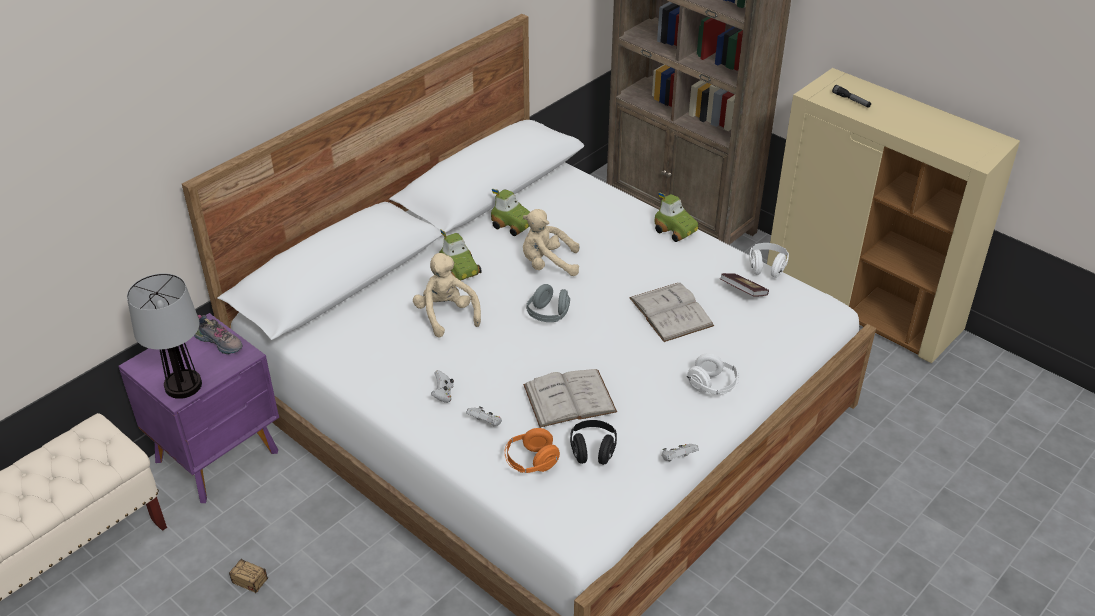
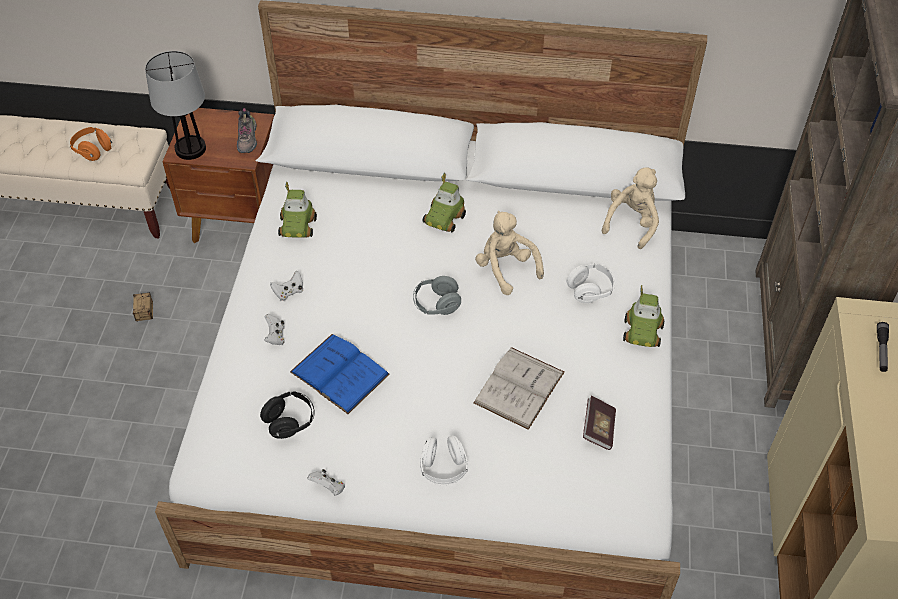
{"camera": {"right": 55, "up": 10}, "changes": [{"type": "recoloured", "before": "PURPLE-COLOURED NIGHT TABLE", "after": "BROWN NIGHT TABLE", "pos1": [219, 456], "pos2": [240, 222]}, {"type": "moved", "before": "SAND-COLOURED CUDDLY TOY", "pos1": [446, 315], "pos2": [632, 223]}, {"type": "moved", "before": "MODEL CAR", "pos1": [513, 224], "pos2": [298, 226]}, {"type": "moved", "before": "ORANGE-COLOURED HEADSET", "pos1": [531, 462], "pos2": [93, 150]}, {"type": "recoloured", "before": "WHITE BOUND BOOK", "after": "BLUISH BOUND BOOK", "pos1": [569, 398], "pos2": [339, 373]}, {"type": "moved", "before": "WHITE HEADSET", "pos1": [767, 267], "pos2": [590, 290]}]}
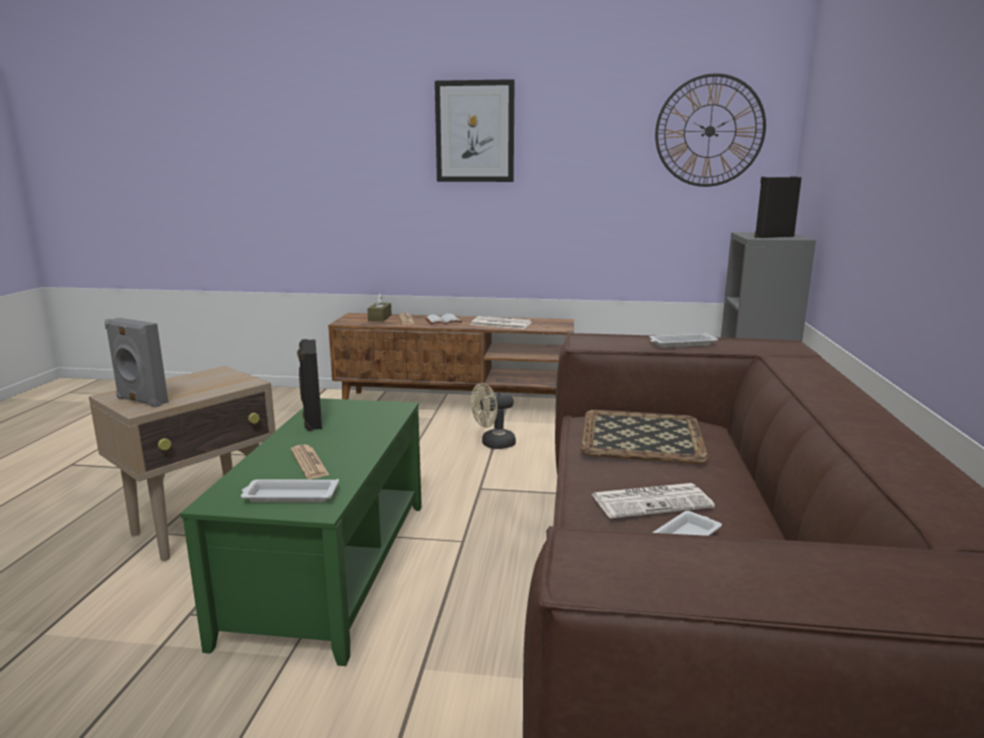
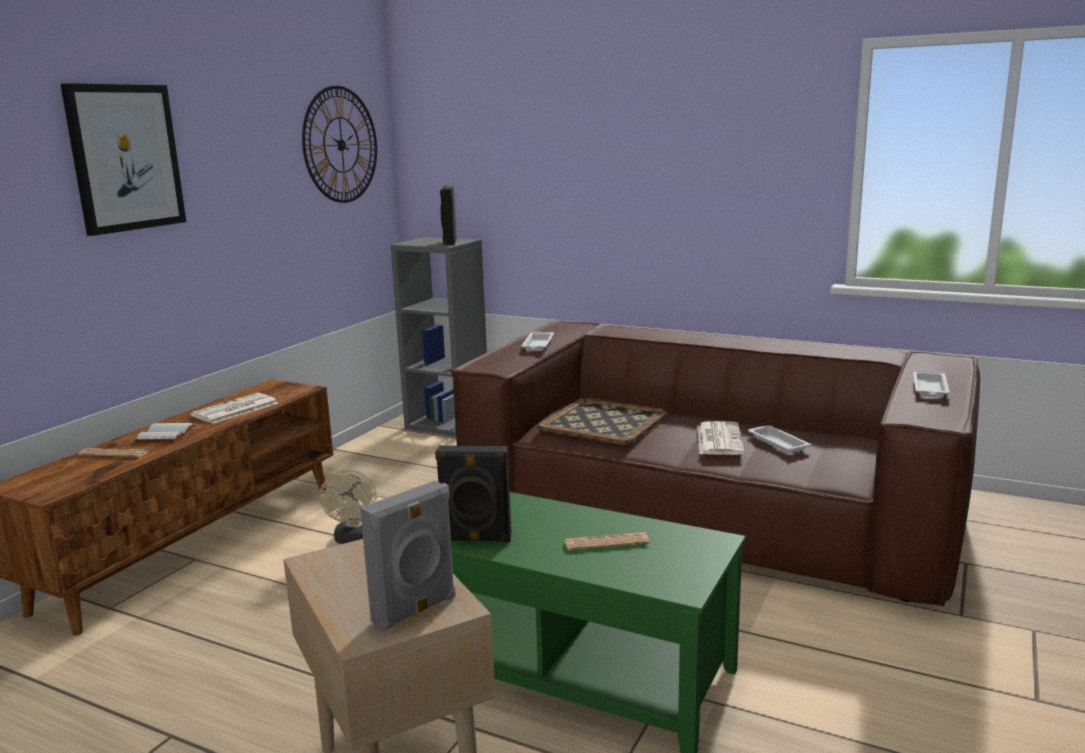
{"camera": {"right": -70, "up": 0}, "changes": [{"type": "moved", "before": "WHITE SERVING TRAY", "pos1": [289, 496], "pos2": [929, 388]}, {"type": "removed", "before": "BROWN TISSUE HOLDER", "pos1": [380, 318]}]}
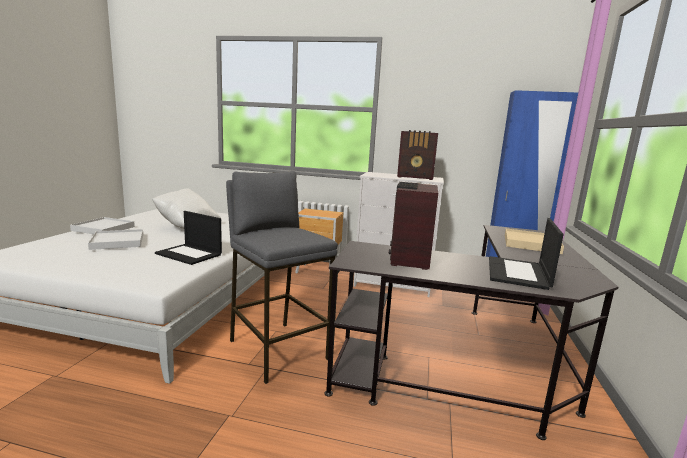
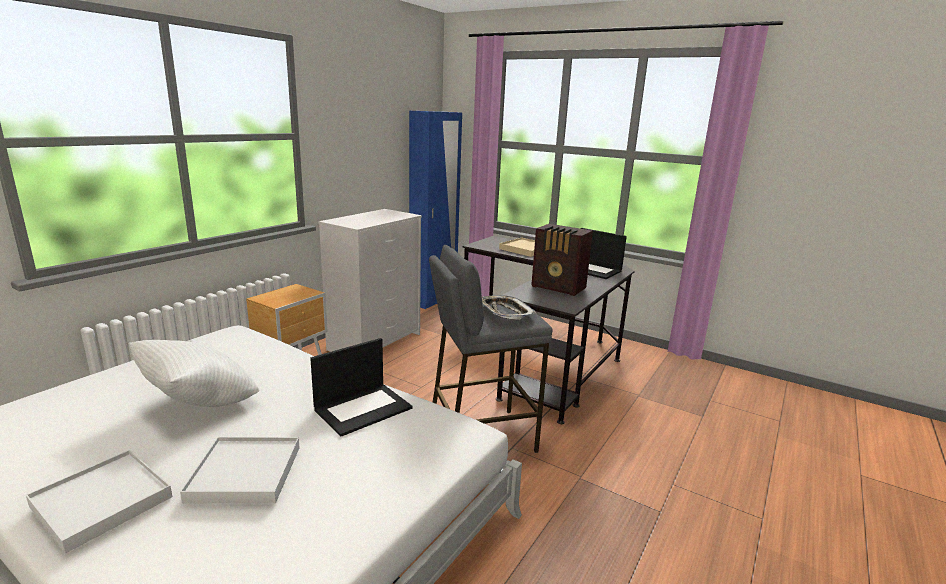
{"camera": {"right": -70, "up": 5}, "changes": [{"type": "removed", "before": "RADIO SET", "pos1": [416, 177]}, {"type": "added", "after": "SERVING TRAY", "pos2": [504, 311]}]}
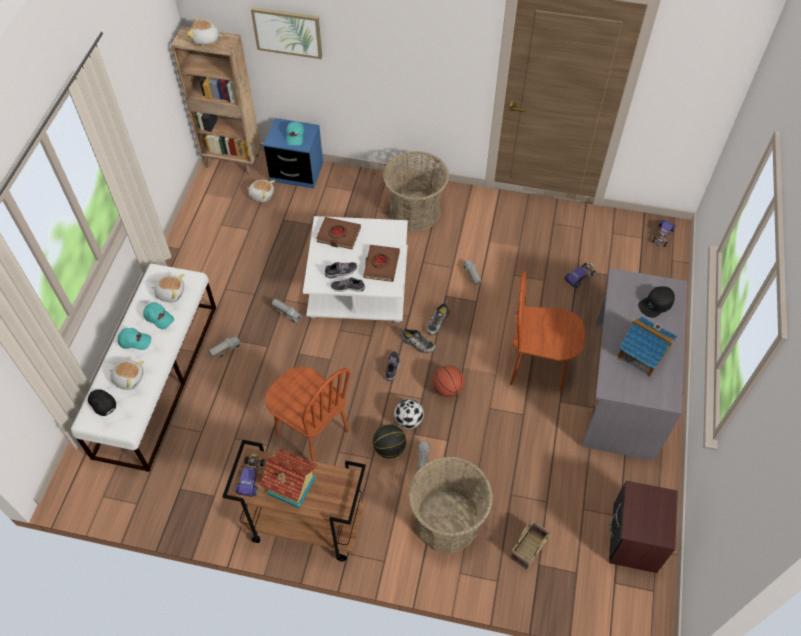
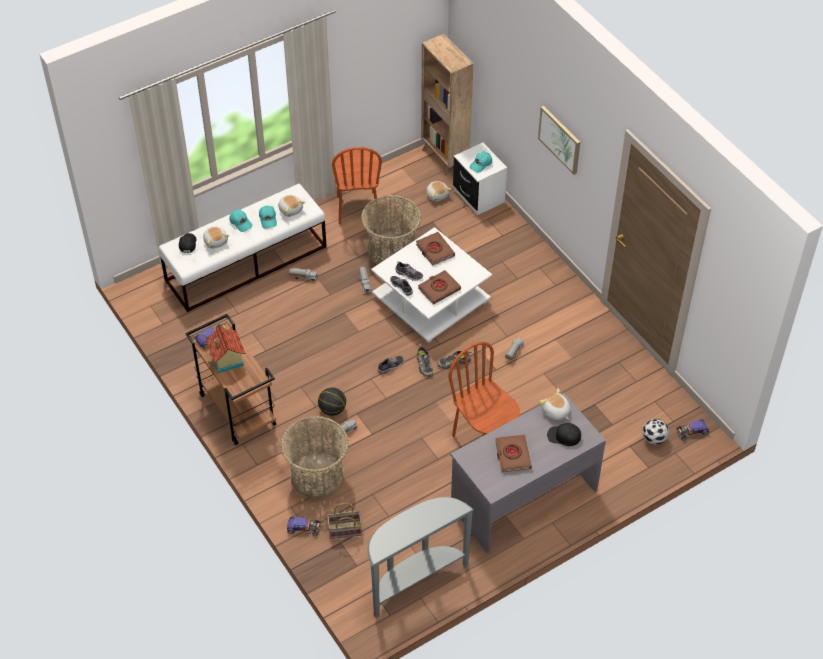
{"camera": {"right": 45, "up": -5}, "changes": [{"type": "moved", "before": "CUDDLY TOY", "pos1": [206, 39], "pos2": [555, 412]}, {"type": "moved", "before": "WALL PICTURE", "pos1": [287, 32], "pos2": [560, 139]}, {"type": "recoloured", "before": "BLUISH NIGHT TABLE", "after": "WHITE NIGHT TABLE", "pos1": [297, 172], "pos2": [479, 196]}, {"type": "moved", "before": "BROWN CHAIR", "pos1": [312, 433], "pos2": [357, 208]}, {"type": "moved", "before": "BASKET", "pos1": [415, 211], "pos2": [391, 250]}, {"type": "moved", "before": "FOOTBALL BALL", "pos1": [408, 420], "pos2": [654, 439]}, {"type": "removed", "before": "BASKETBALL", "pos1": [447, 389]}, {"type": "moved", "before": "MODEL CAR", "pos1": [580, 277], "pos2": [303, 528]}, {"type": "replaced", "before": "BROWN NIGHT TABLE", "after": "GREY HALL TABLE", "pos1": [634, 539], "pos2": [414, 580]}, {"type": "replaced", "before": "MODEL HOUSE", "after": "BROWN BOUND BOOK", "pos1": [642, 354], "pos2": [512, 455]}]}
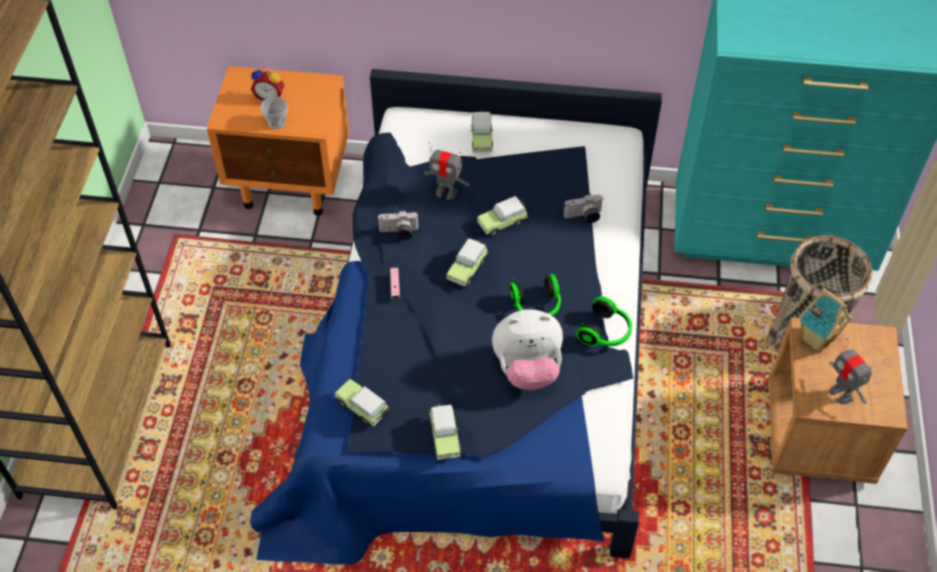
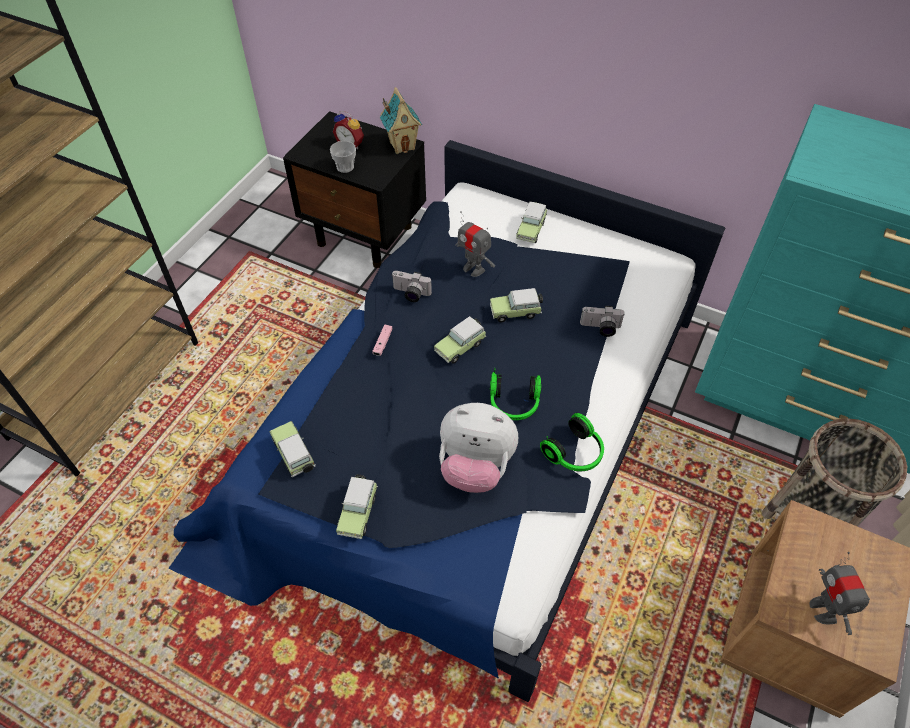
{"camera": {"right": 20, "up": 0}, "changes": [{"type": "recoloured", "before": "ORANGE-COLOURED NIGHT TABLE", "after": "BLACK NIGHT TABLE", "pos1": [292, 184], "pos2": [366, 235]}, {"type": "moved", "before": "MODEL HOUSE", "pos1": [816, 339], "pos2": [402, 145]}]}
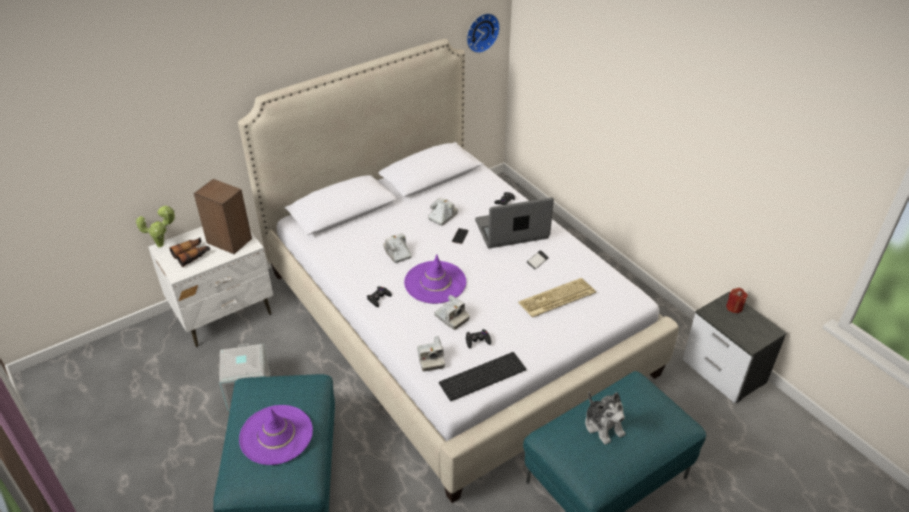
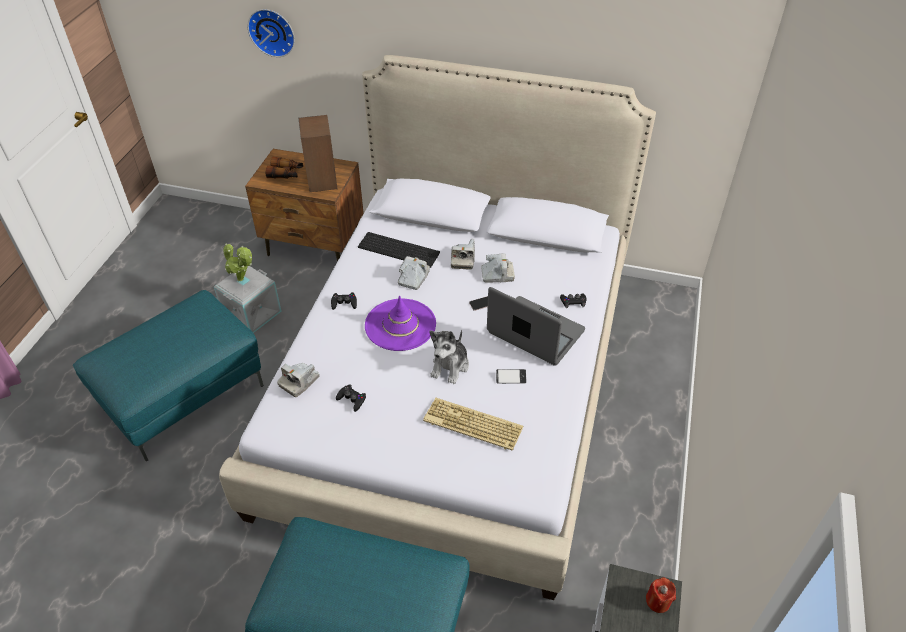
{"camera": {"right": 50, "up": 5}, "changes": [{"type": "moved", "before": "POTTED PLANT", "pos1": [163, 245], "pos2": [242, 280]}, {"type": "recoloured", "before": "WHITE NIGHT TABLE", "after": "BROWN NIGHT TABLE", "pos1": [224, 313], "pos2": [314, 245]}, {"type": "removed", "before": "PURPLE-COLOURED WEARABLE HAT", "pos1": [276, 435]}, {"type": "moved", "before": "STILL CAMERA", "pos1": [451, 318], "pos2": [463, 259]}, {"type": "moved", "before": "KEYBOARD", "pos1": [482, 375], "pos2": [400, 249]}, {"type": "moved", "before": "HANGING CLOCK", "pos1": [481, 32], "pos2": [272, 31]}, {"type": "moved", "before": "CUDDLY TOY", "pos1": [603, 425], "pos2": [450, 366]}]}
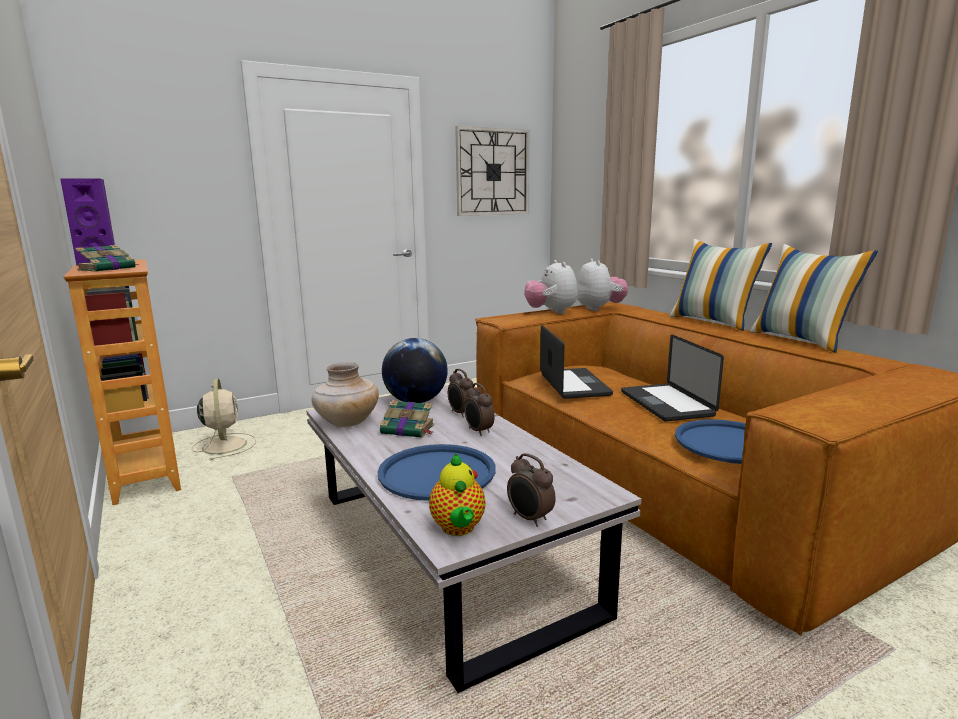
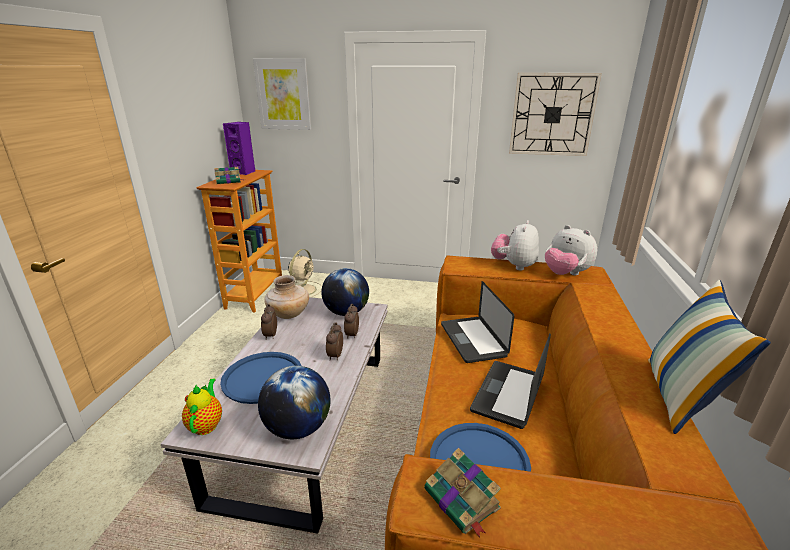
{"camera": {"right": 40, "up": 10}, "changes": [{"type": "moved", "before": "BOUND BOOK", "pos1": [408, 429], "pos2": [462, 500]}, {"type": "turned", "before": "TEA POT", "pos1": [458, 529], "pos2": [206, 424], "turn": 150}, {"type": "moved", "before": "BEDSIDE CLOCK", "pos1": [529, 519], "pos2": [270, 335]}, {"type": "turned", "before": "PORTABLE COMPUTER", "pos1": [574, 384], "pos2": [473, 340], "turn": 135}, {"type": "turned", "before": "CUDDLY TOY", "pos1": [599, 309], "pos2": [565, 274], "turn": 105}, {"type": "removed", "before": "THROW PILLOW", "pos1": [713, 322]}, {"type": "added", "after": "WALL PICTURE", "pos2": [283, 94]}, {"type": "added", "after": "DESK GLOBE", "pos2": [298, 428]}]}
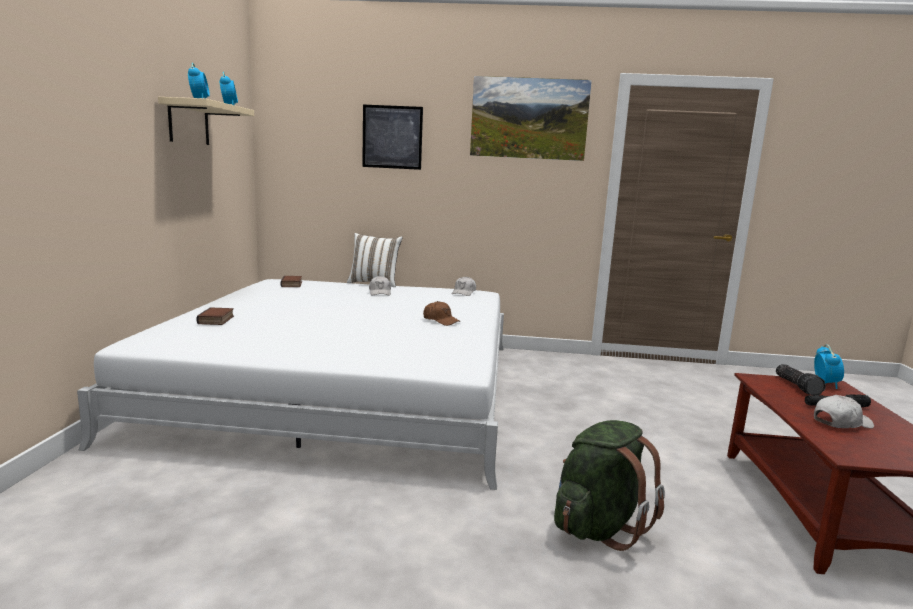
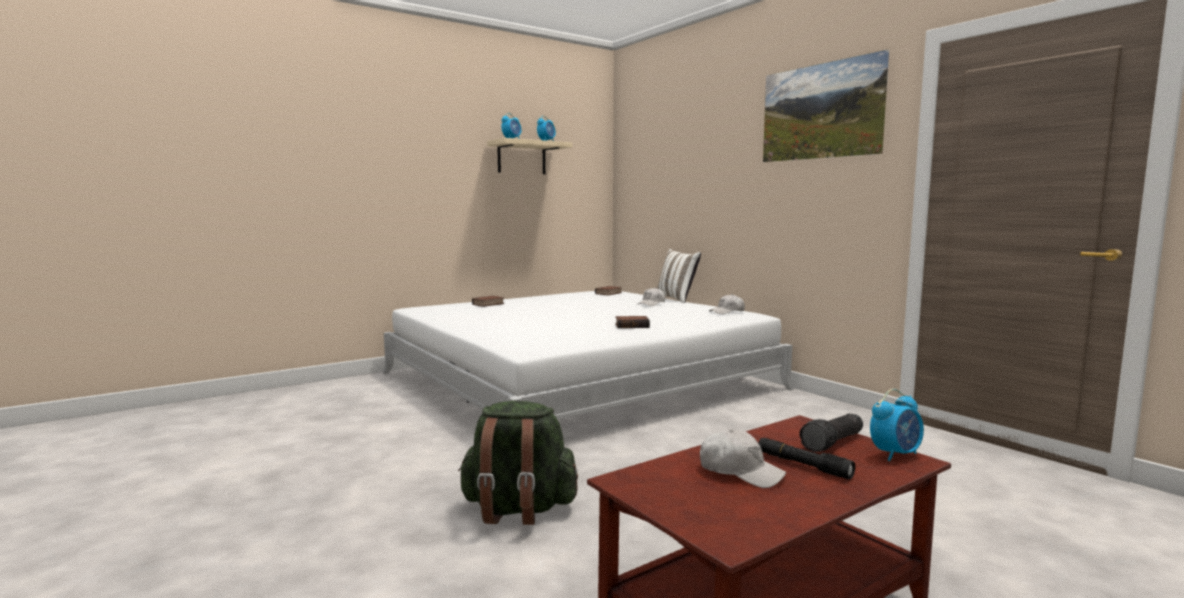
{"camera": {"right": 50, "up": -5}, "changes": [{"type": "removed", "before": "WALL PICTURE", "pos1": [392, 137]}, {"type": "replaced", "before": "BROWN PEAKED CAP", "after": "BOUND BOOK", "pos1": [441, 320], "pos2": [632, 325]}]}
